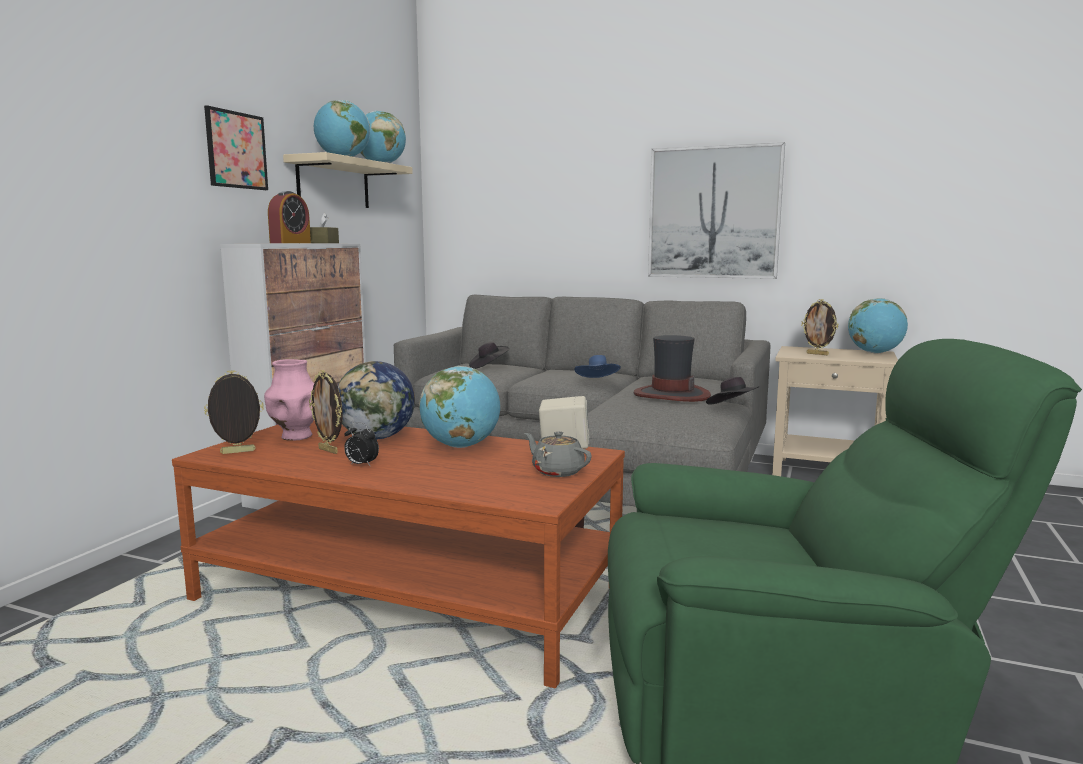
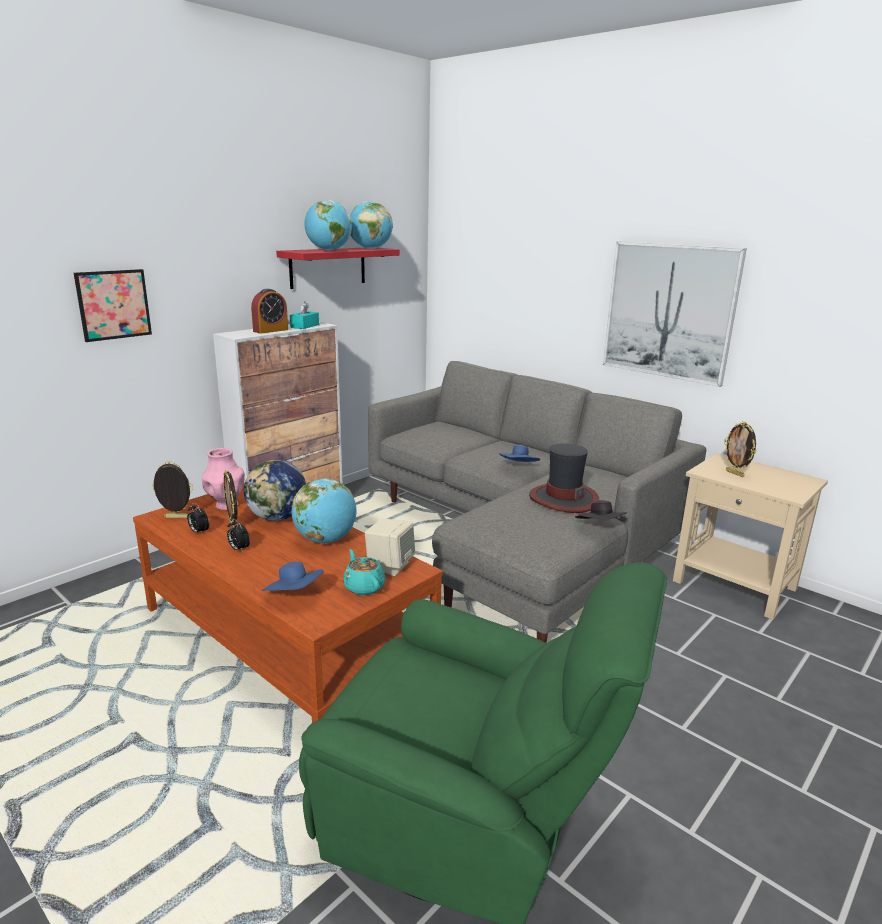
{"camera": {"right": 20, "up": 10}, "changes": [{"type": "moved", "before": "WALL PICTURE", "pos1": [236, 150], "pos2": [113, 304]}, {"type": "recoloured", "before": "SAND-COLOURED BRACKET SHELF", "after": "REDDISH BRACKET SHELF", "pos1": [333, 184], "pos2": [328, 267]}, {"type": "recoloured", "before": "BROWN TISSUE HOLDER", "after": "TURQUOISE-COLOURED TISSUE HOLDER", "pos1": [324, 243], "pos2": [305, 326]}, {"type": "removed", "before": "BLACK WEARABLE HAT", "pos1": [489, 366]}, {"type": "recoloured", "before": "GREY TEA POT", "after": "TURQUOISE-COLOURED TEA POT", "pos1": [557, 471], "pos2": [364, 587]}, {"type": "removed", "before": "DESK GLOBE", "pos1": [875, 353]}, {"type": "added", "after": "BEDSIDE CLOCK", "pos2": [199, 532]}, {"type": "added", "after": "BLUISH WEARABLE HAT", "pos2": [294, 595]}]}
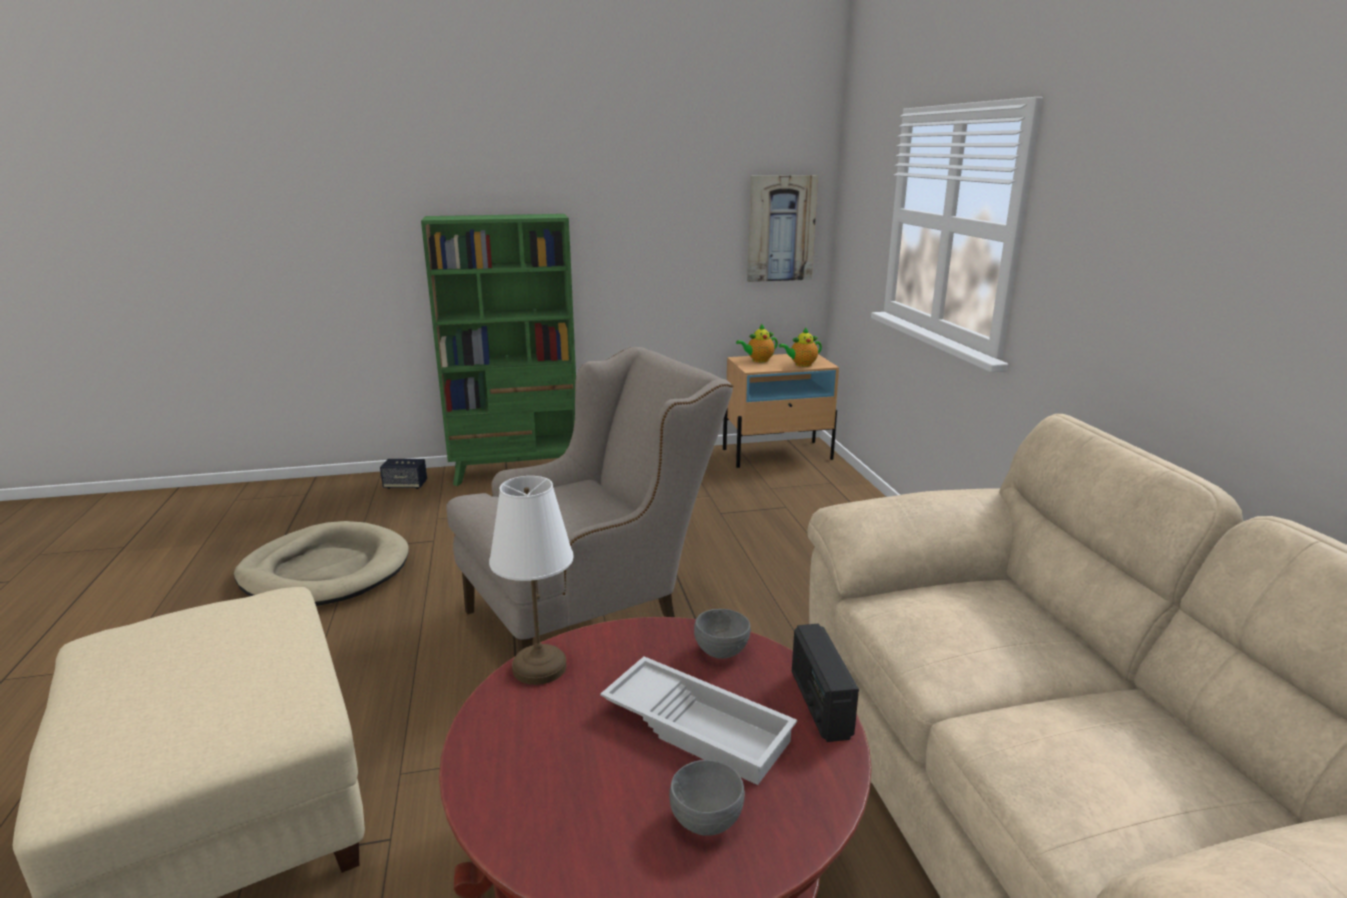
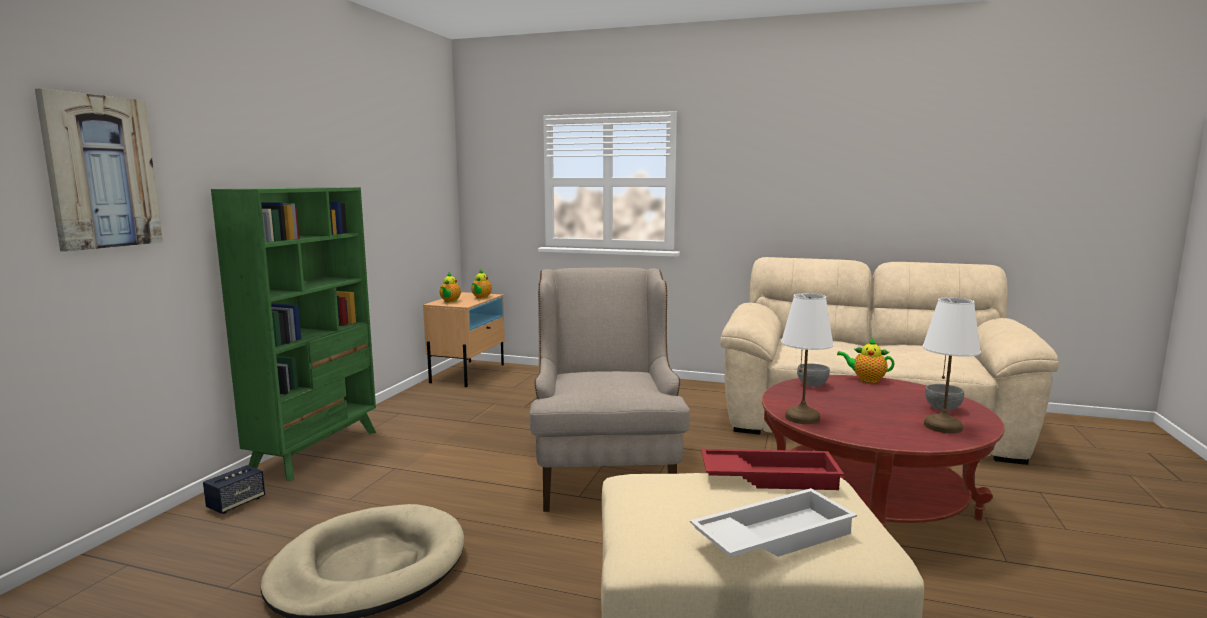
{"camera": {"right": -60, "up": -10}, "changes": [{"type": "moved", "before": "WHITE SERVING TRAY", "pos1": [699, 726], "pos2": [772, 536]}, {"type": "moved", "before": "WALL PICTURE", "pos1": [781, 228], "pos2": [101, 172]}, {"type": "replaced", "before": "RADIO SET", "after": "TEA POT", "pos1": [819, 703], "pos2": [866, 379]}, {"type": "added", "after": "REDDISH SERVING TRAY", "pos2": [769, 476]}, {"type": "added", "after": "WHITE TABLETOP LAMP", "pos2": [943, 426]}]}
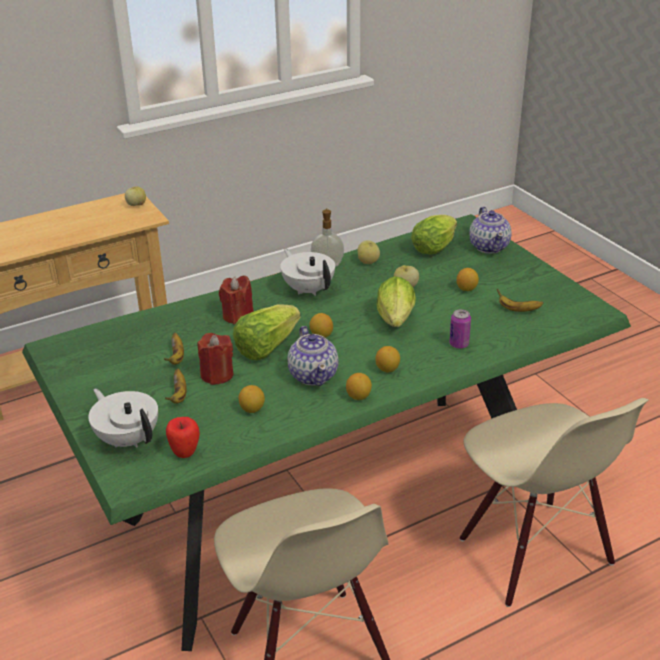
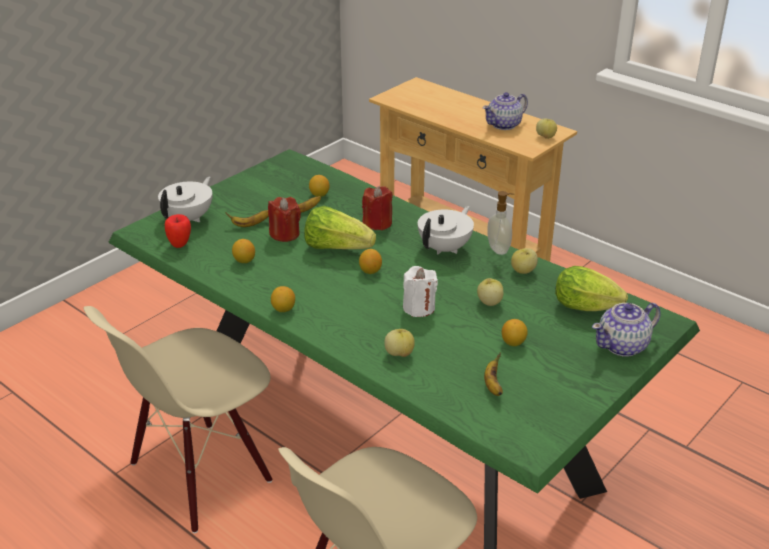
{"camera": {"right": 70, "up": 0}, "changes": [{"type": "moved", "before": "TEA POT", "pos1": [313, 375], "pos2": [504, 125]}, {"type": "moved", "before": "CITRUS FRUIT", "pos1": [387, 369], "pos2": [319, 195]}, {"type": "replaced", "before": "HEAD OF LETTUCE", "after": "WHITE WAX LIGHT", "pos1": [395, 321], "pos2": [419, 308]}, {"type": "replaced", "before": "SEALED CAN", "after": "APPLE FRUIT", "pos1": [459, 344], "pos2": [399, 353]}]}
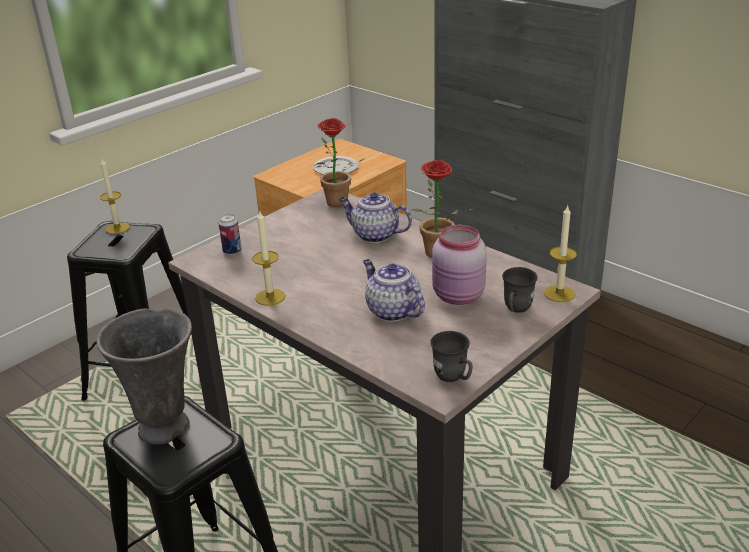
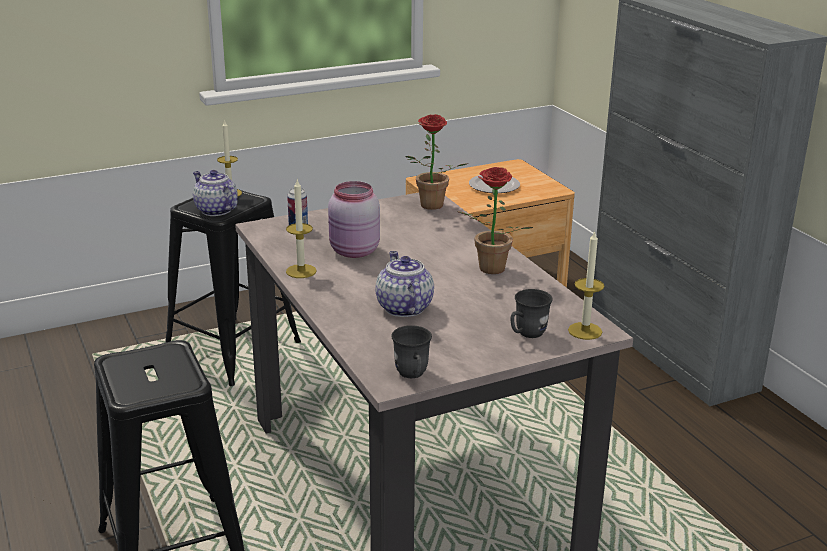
{"camera": {"right": 20, "up": -5}, "changes": [{"type": "removed", "before": "GREY DECORATIVE VASE", "pos1": [166, 427]}, {"type": "moved", "before": "TEA POT", "pos1": [374, 235], "pos2": [215, 210]}, {"type": "moved", "before": "PINK-COLOURED JAR", "pos1": [458, 296], "pos2": [354, 252]}]}
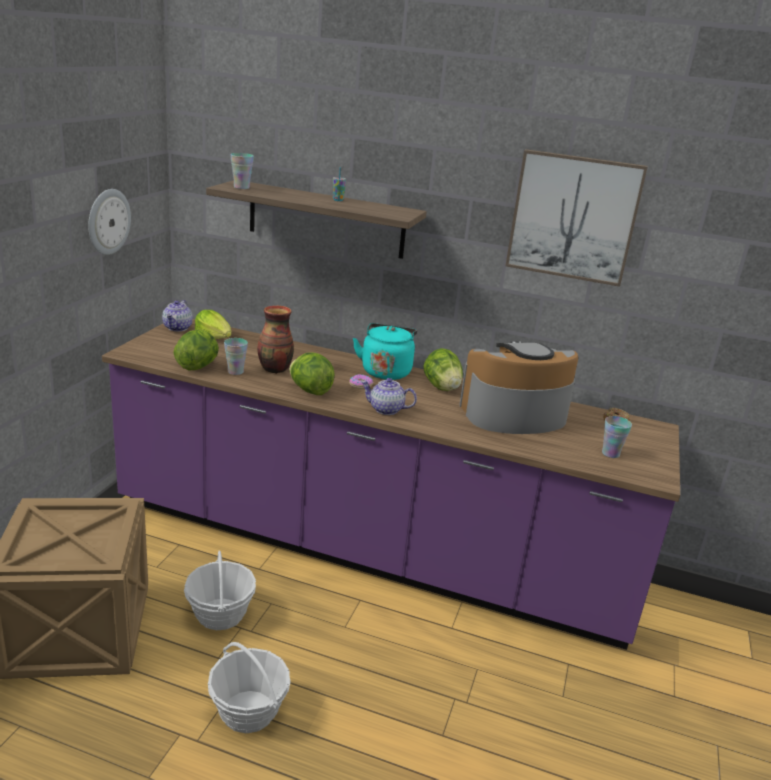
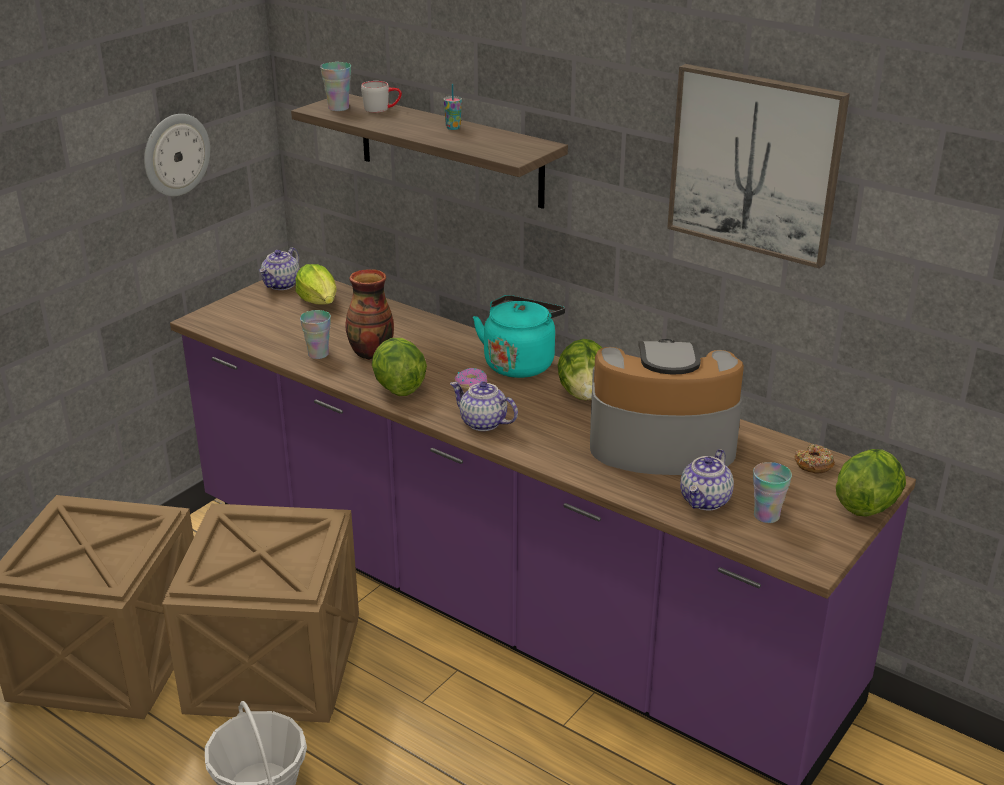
{"camera": {"right": 20, "up": 5}, "changes": [{"type": "moved", "before": "HEAD OF LETTUCE", "pos1": [198, 366], "pos2": [867, 505]}, {"type": "replaced", "before": "BASKET", "after": "PACKING CRATE", "pos1": [220, 614], "pos2": [276, 663]}, {"type": "added", "after": "GREY TEA MUG", "pos2": [382, 109]}, {"type": "added", "after": "TEA POT", "pos2": [705, 501]}]}
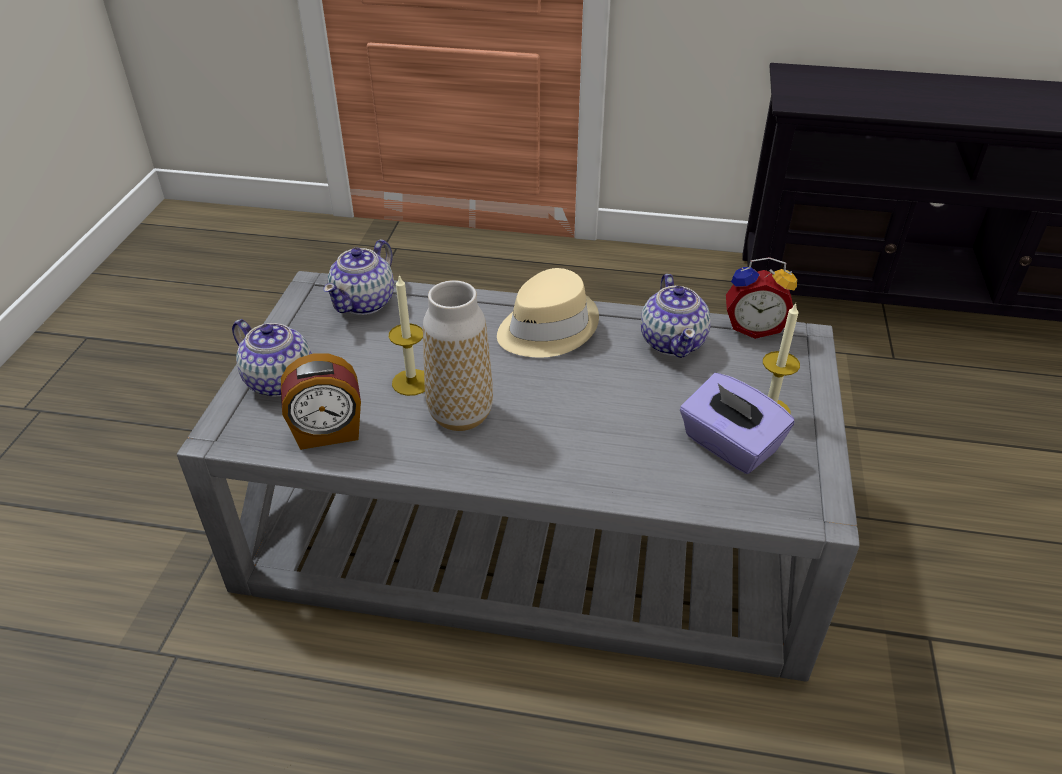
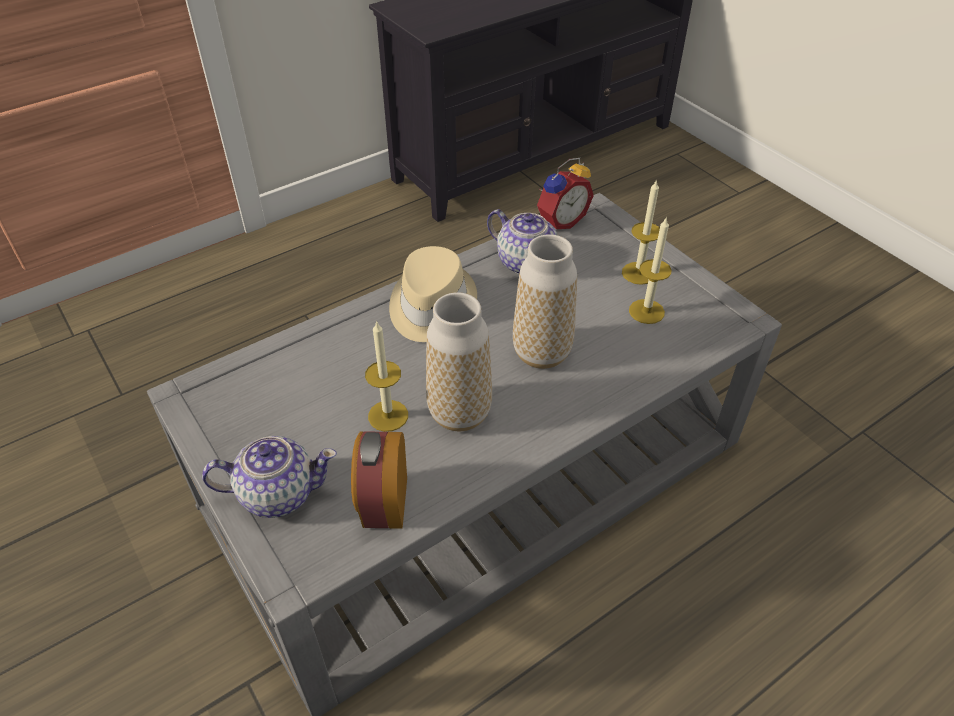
{"camera": {"right": -45, "up": 5}, "changes": [{"type": "turned", "before": "BEDSIDE CLOCK", "pos1": [328, 433], "pos2": [383, 502], "turn": 150}, {"type": "removed", "before": "TEA POT", "pos1": [365, 302]}, {"type": "replaced", "before": "PURPLE-COLOURED TISSUE HOLDER", "after": "WAX LIGHT", "pos1": [729, 445], "pos2": [646, 311]}, {"type": "added", "after": "DECORATIVE VASE", "pos2": [541, 353]}]}
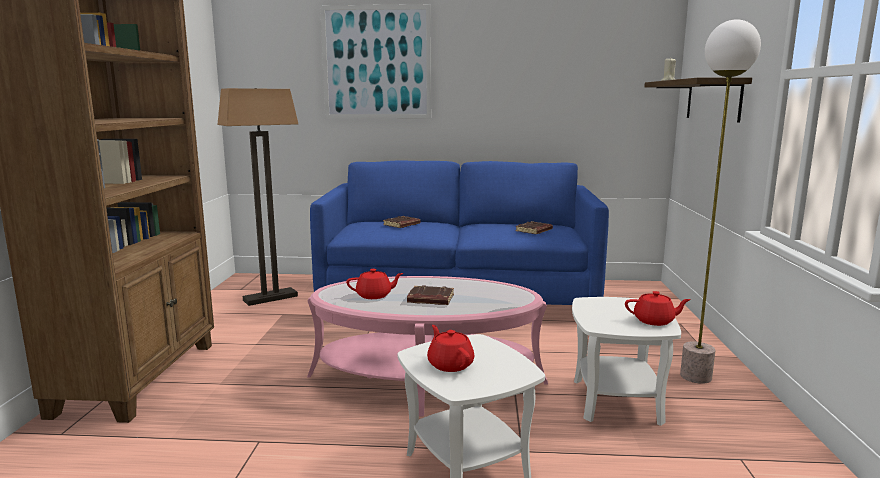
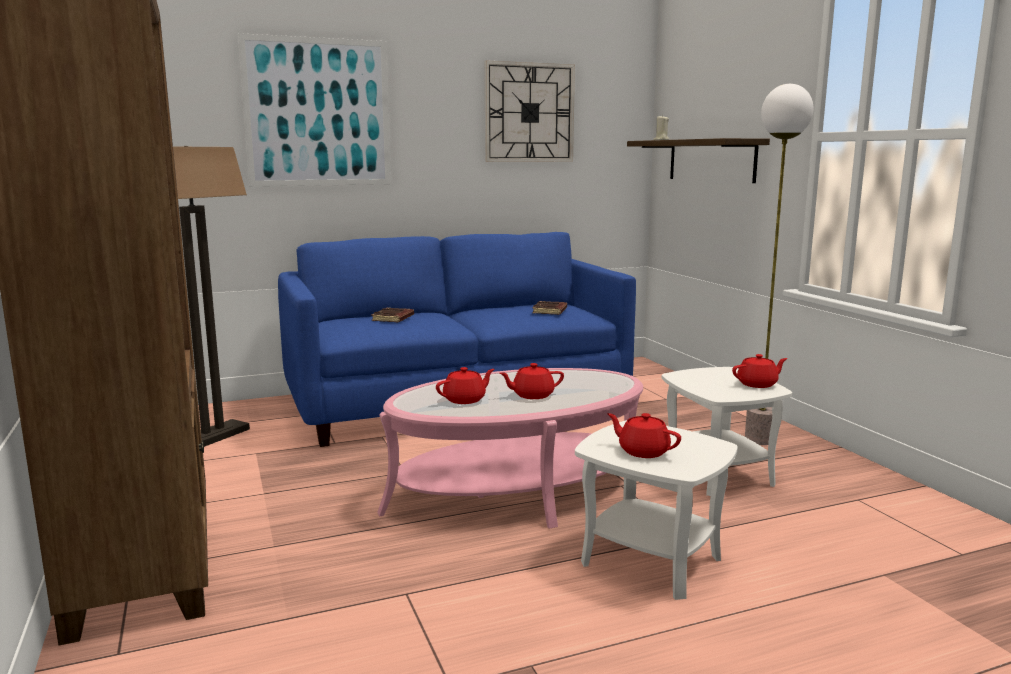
{"camera": {"right": -25, "up": 0}, "changes": [{"type": "replaced", "before": "BROWN BOUND BOOK", "after": "REDDISH TEA POT", "pos1": [430, 300], "pos2": [532, 395]}, {"type": "added", "after": "HANGING CLOCK", "pos2": [529, 113]}]}
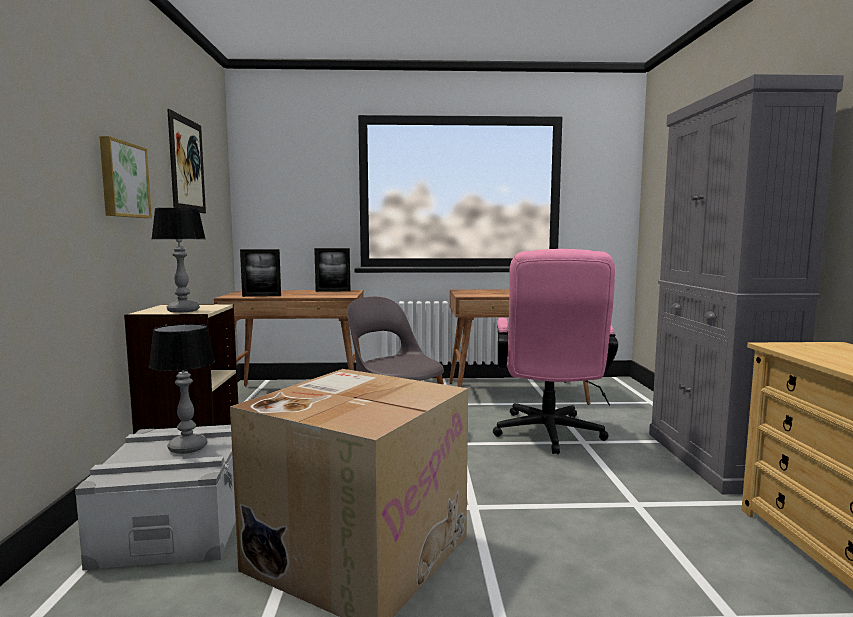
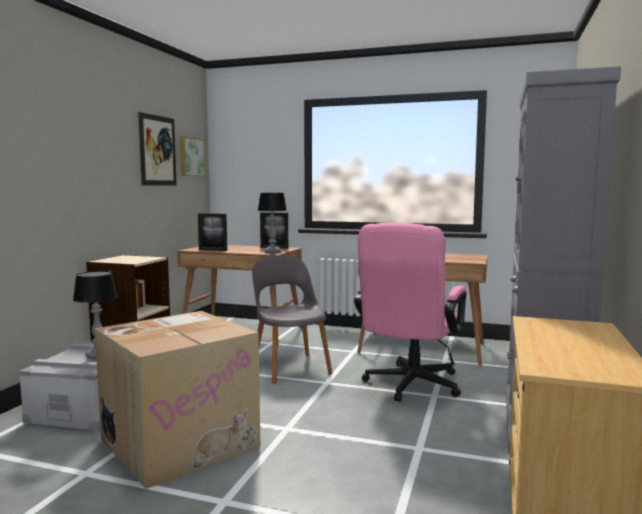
{"camera": {"right": 20, "up": 0}, "changes": [{"type": "moved", "before": "WALL PICTURE", "pos1": [123, 180], "pos2": [191, 157]}, {"type": "moved", "before": "TABLETOP LAMP", "pos1": [182, 311], "pos2": [272, 252]}]}
